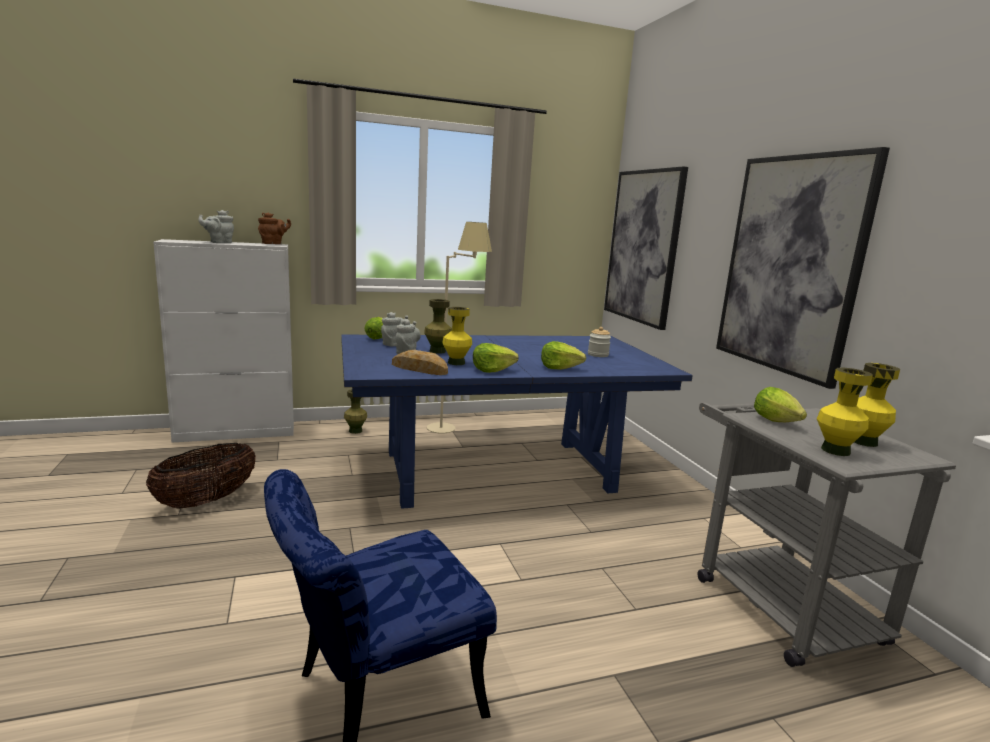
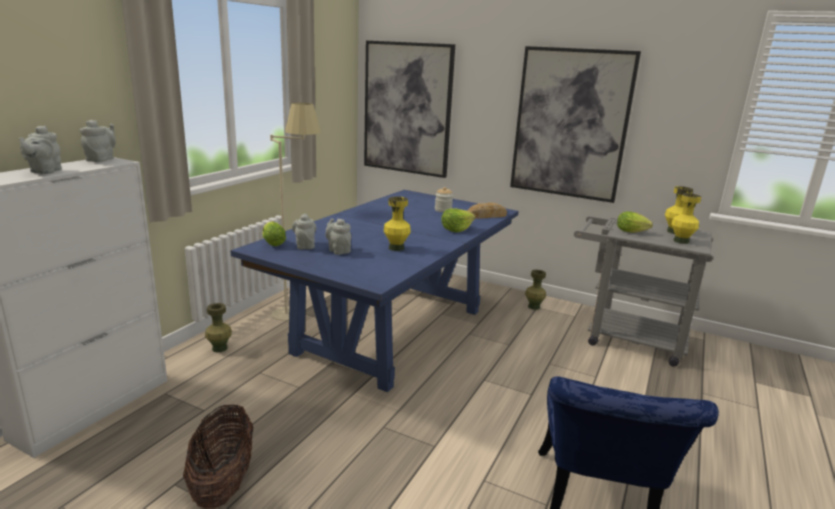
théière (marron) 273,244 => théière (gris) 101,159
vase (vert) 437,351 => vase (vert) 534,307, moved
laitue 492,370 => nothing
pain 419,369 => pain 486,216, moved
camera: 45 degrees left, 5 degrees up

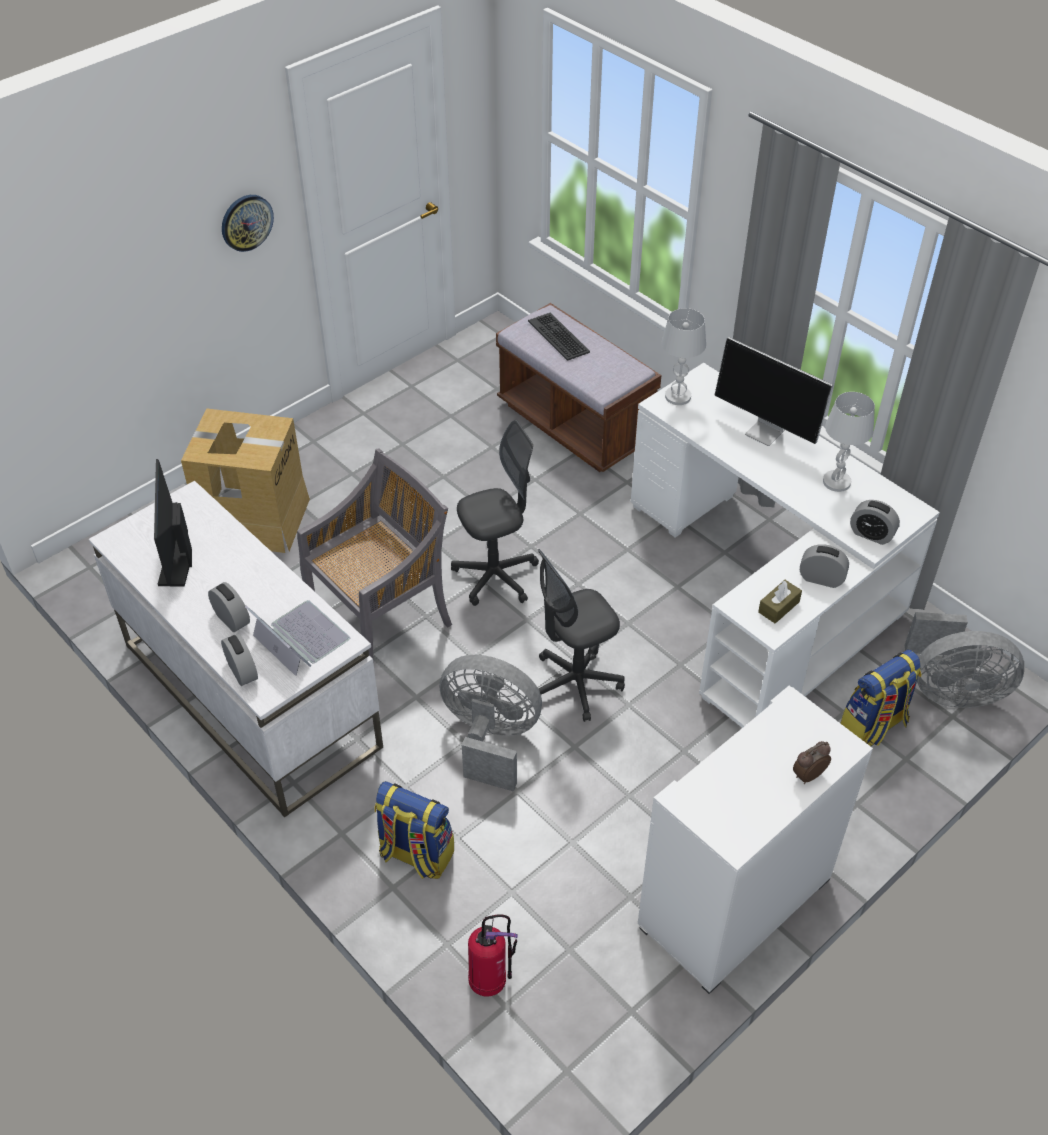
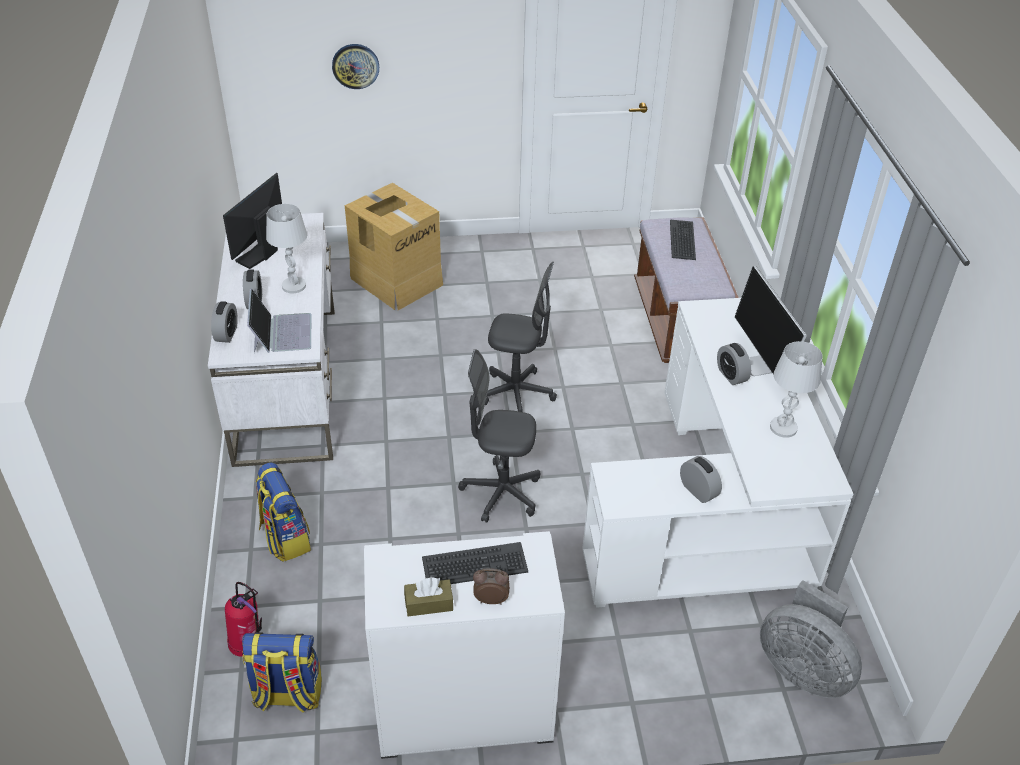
horloge murale 246,222 => horloge murale 355,66, moved
lampe de table (blanc) 678,396 => lampe de table (blanc) 294,286, moved
chaise (gris) 382,618 => nothing
réveil 871,534 => réveil 731,375, moved
boîte à mouchoirs (marron) 778,607 => boîte à mouchoirs (marron) 429,603, moved
sac à dos 874,725 => sac à dos 287,695, moved
ventilateur (gris) 490,739 => nothing
nothing => clavier 475,566
camera: 35 degrees right, 5 degrees down

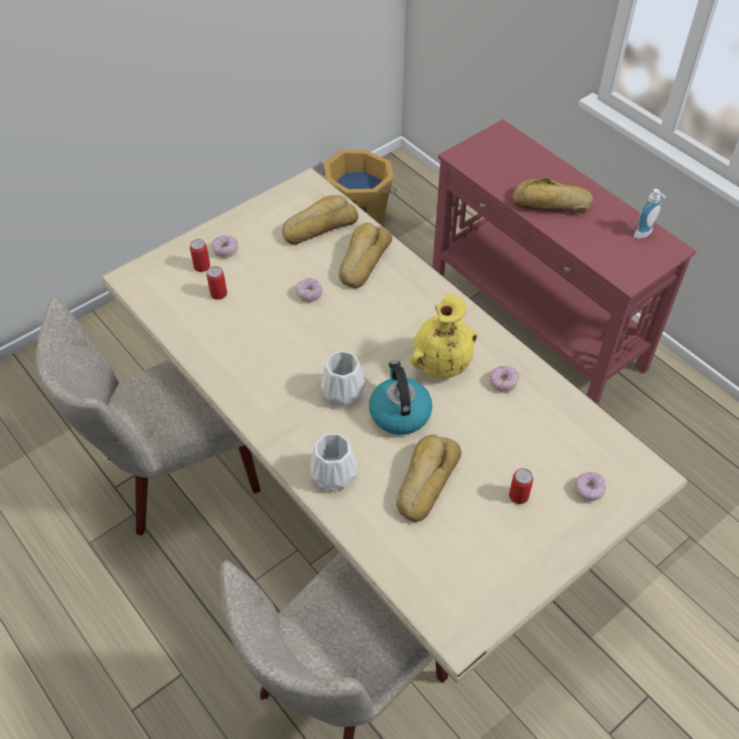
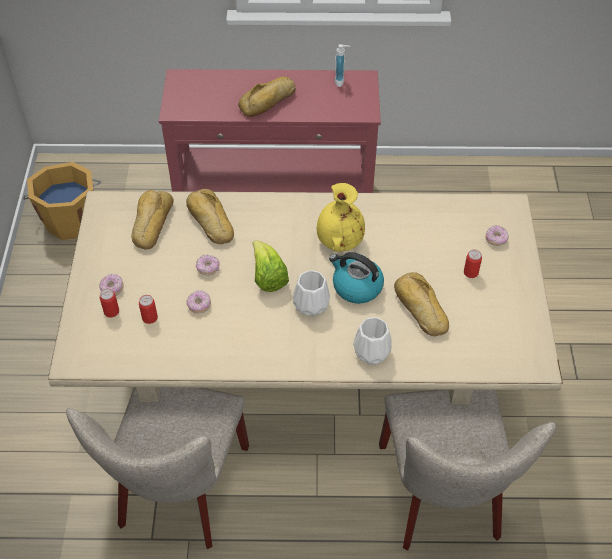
beignet 503,383 => beignet 199,305, moved
nothing => laitue 268,277
camera: 50 degrees left, 0 degrees up

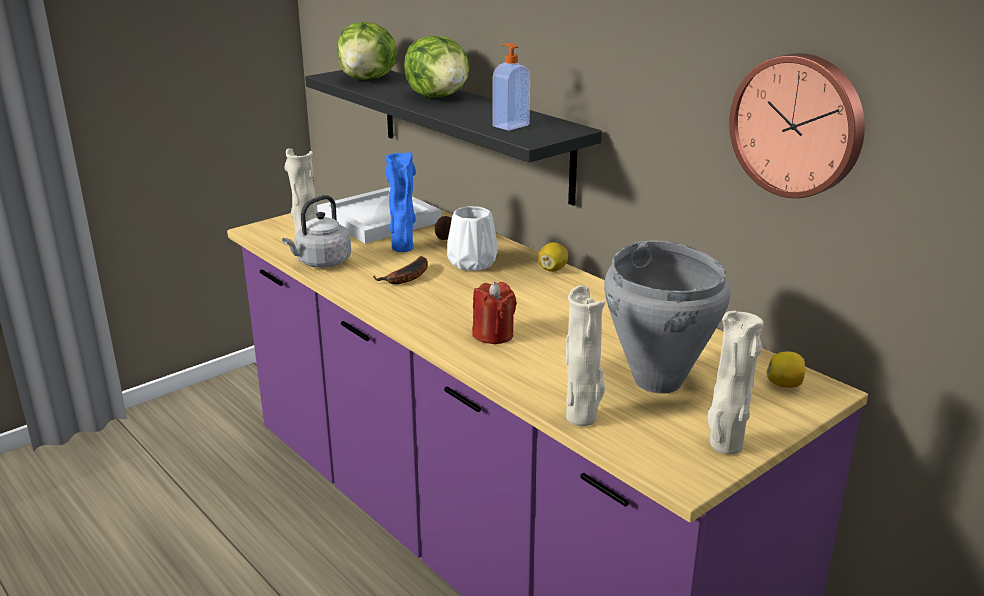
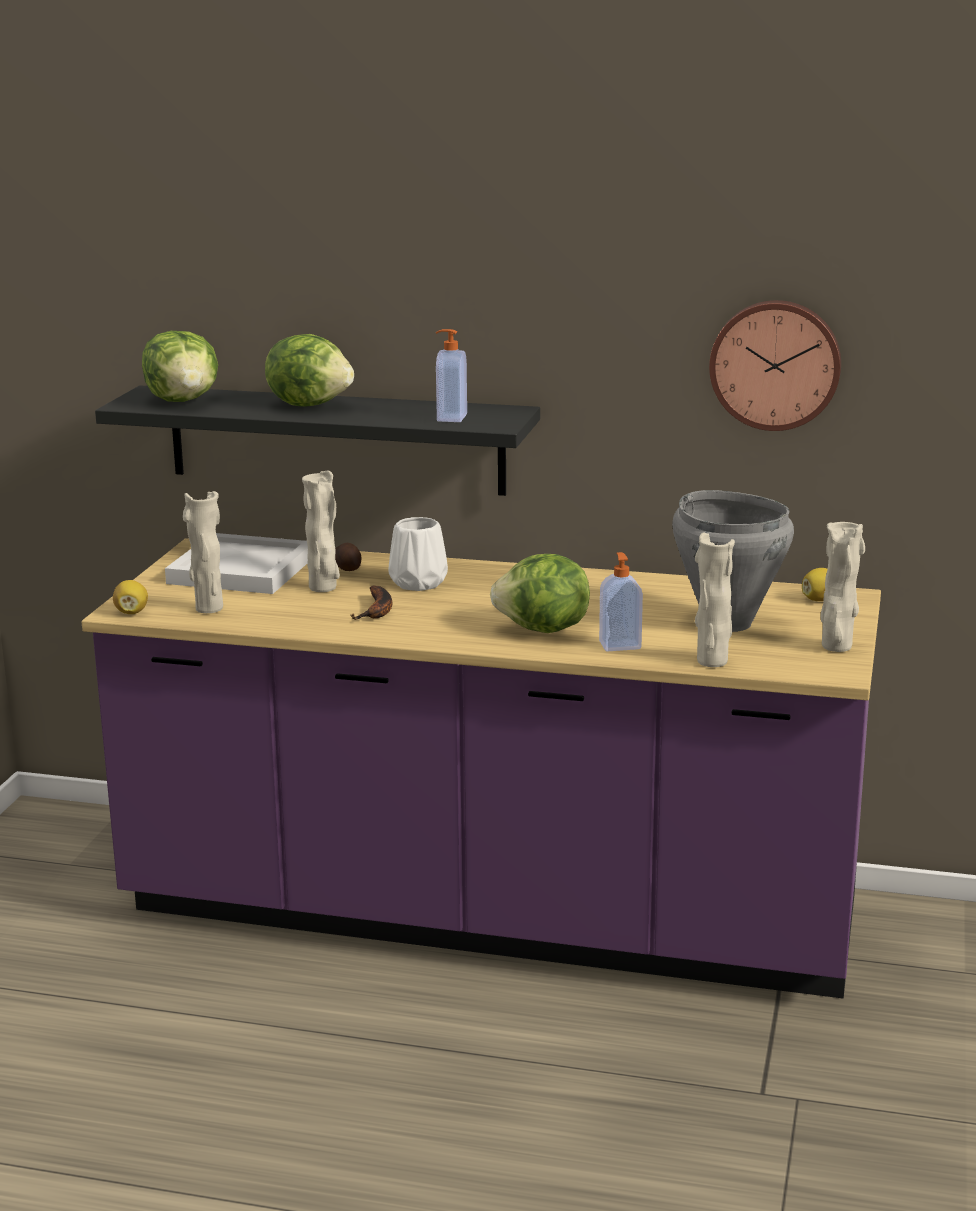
vase (bleu) 403,249 => vase (beige) 324,588
bouilloire (gris) 321,263 => nothing
citron 552,269 => citron 131,612, moved
bougie (rouge) 493,335 => laitue 543,630
nothing => distributeur de savon 619,645
camera: 35 degrees left, 5 degrees down

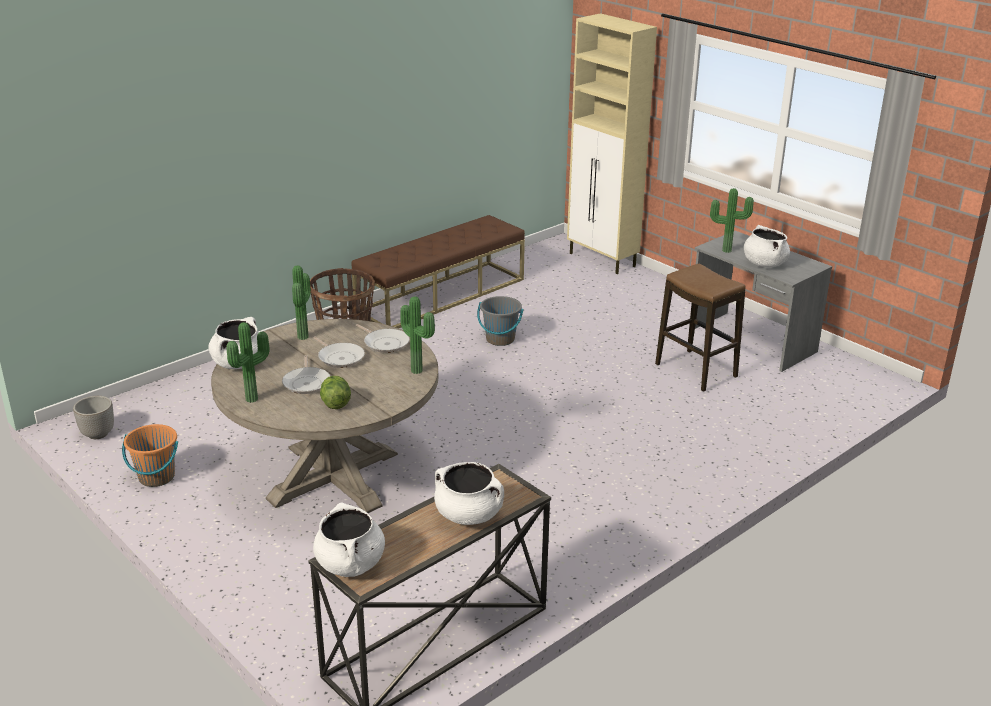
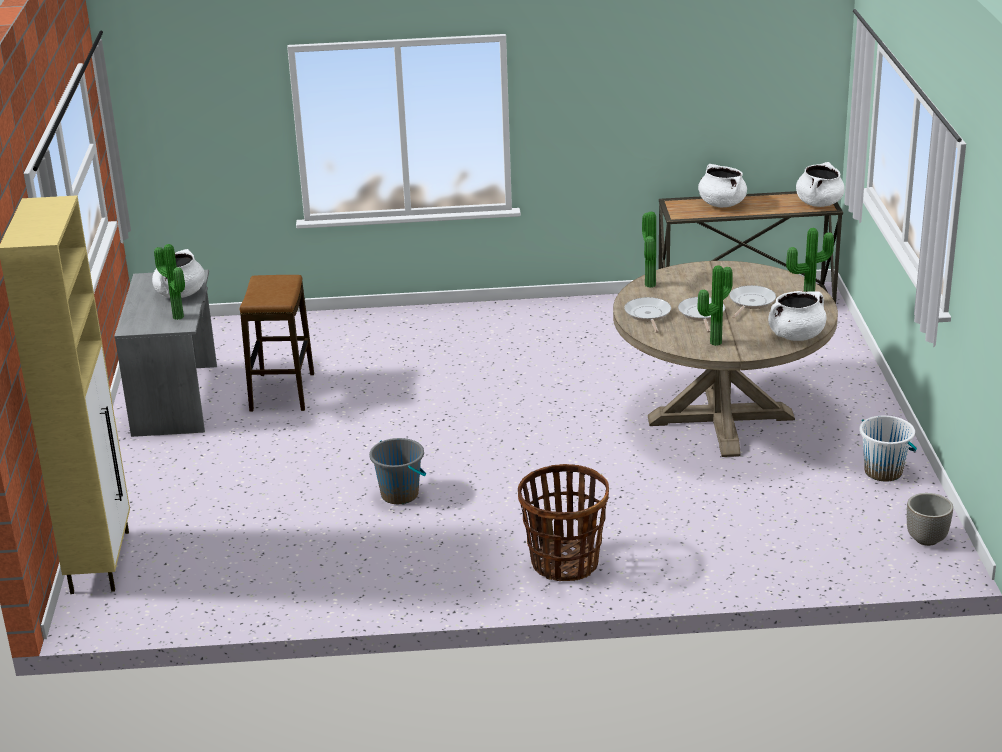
banc (marron) 441,295 => nothing
laitue 335,404 => nothing
seau (orange) 156,477 => seau (blanc) 883,472
camera: 140 degrees left, 0 degrees up

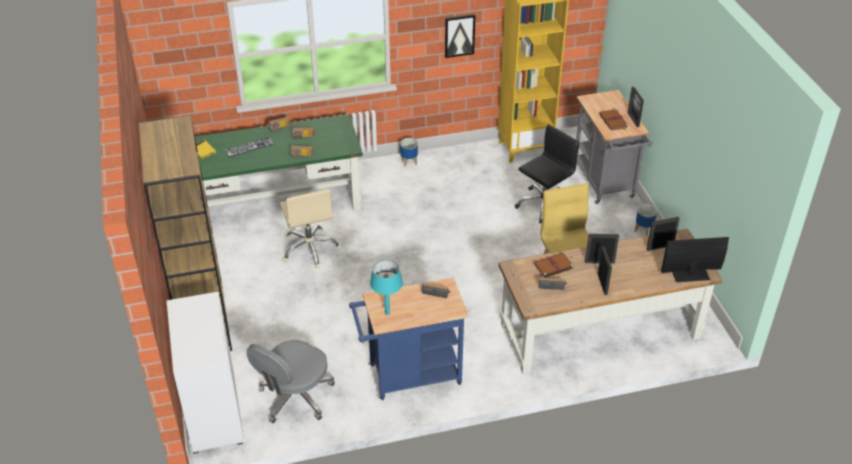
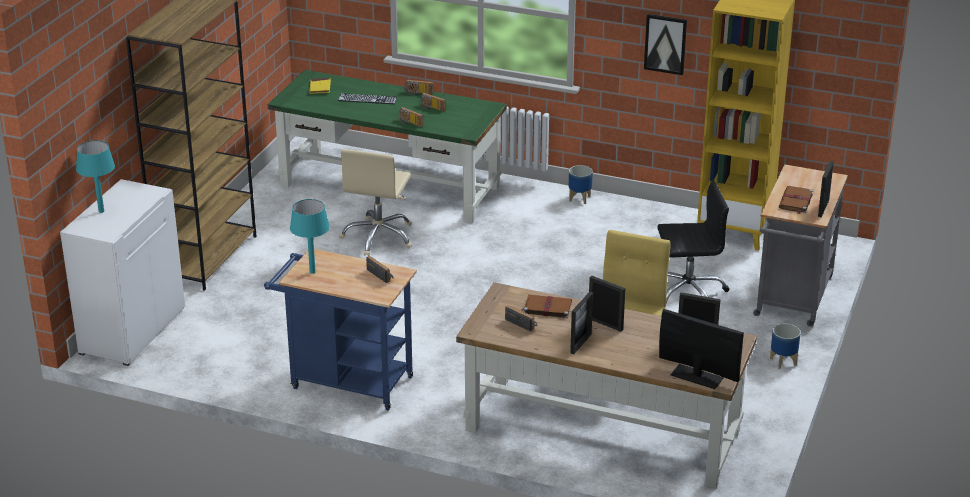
chaise de bureau (gris) 295,397 => nothing
nothing => lampe de table (turquoise) 101,211
camera: 35 degrees right, 10 degrees down

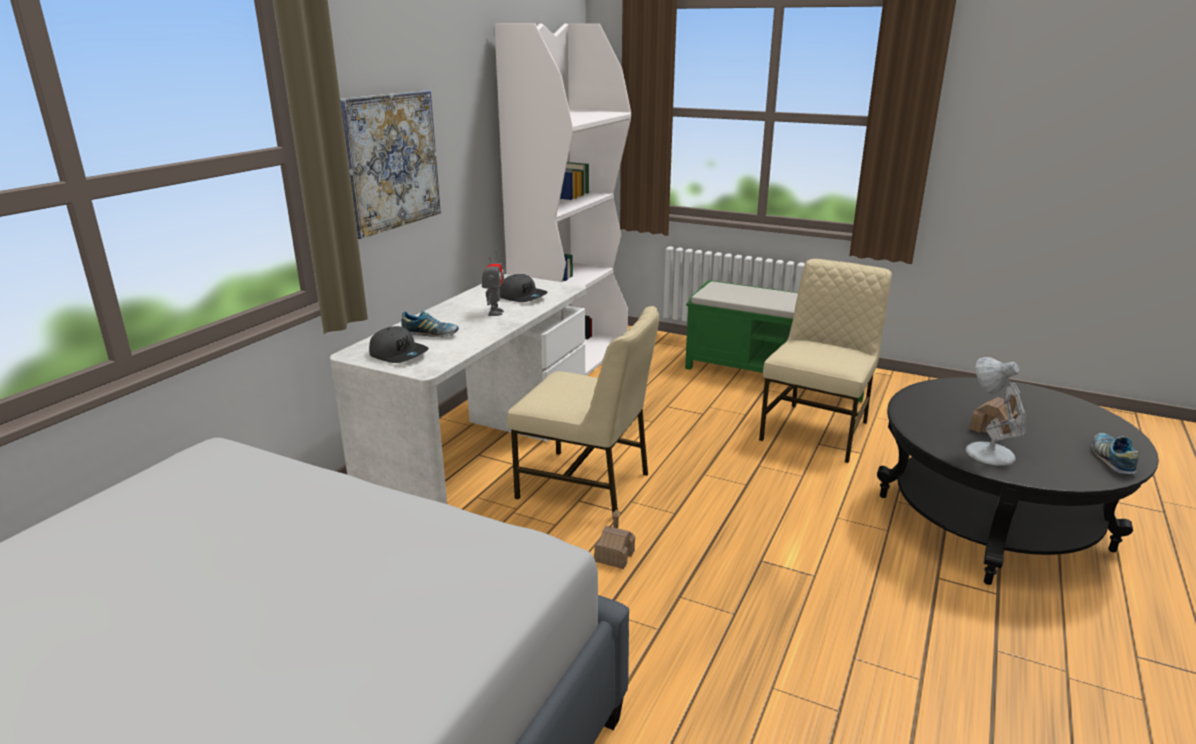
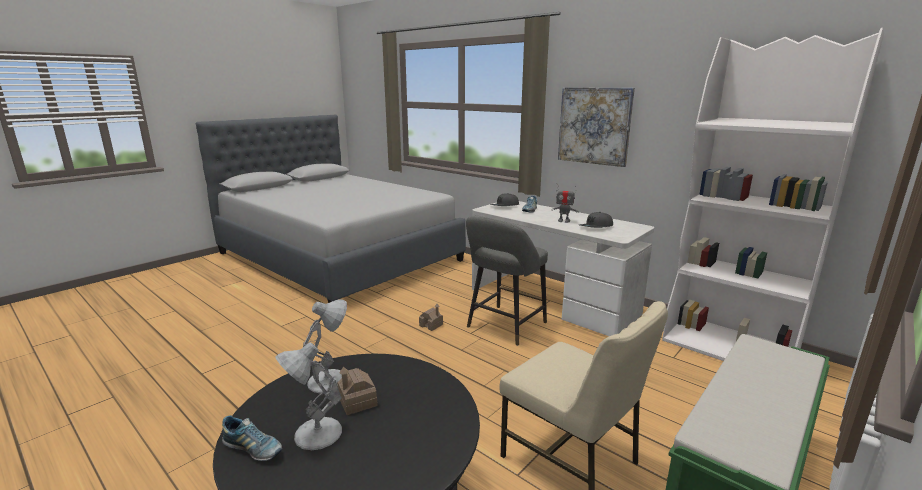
chaise (beige) 586,485 => tabouret (gris) 504,326
nothing => lampe de table (blanc) 315,434
camera: 105 degrees right, 5 degrees down

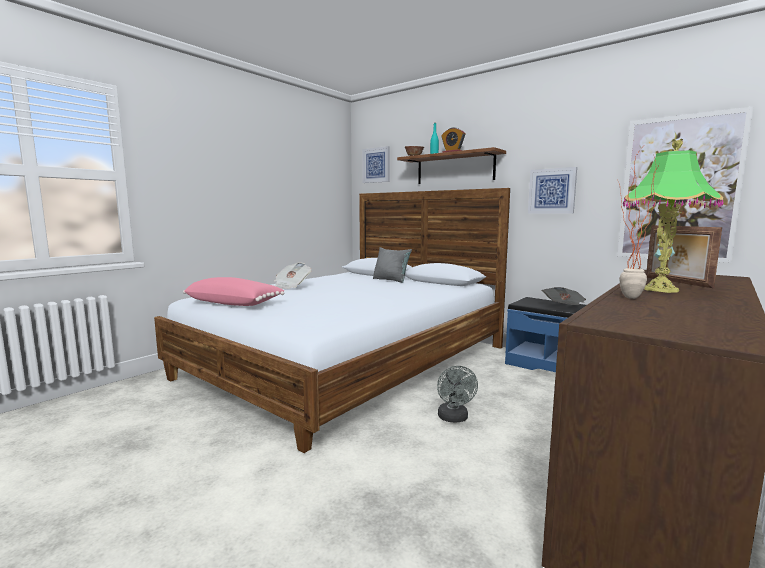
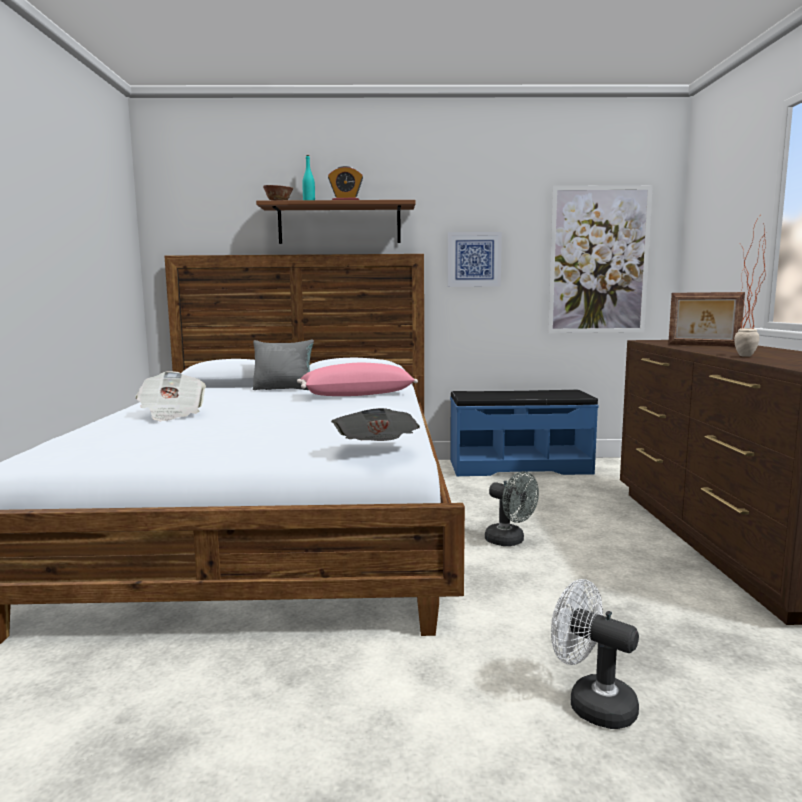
lampe de table 660,289 => nothing
tableau 376,165 => nothing
coussin (rose) 235,303 => coussin (rose) 356,395, moved
journal 563,307 => journal 377,450, moved
nothing => ventilateur (blanc) 592,703
camera: 40 degrees left, 0 degrees up

